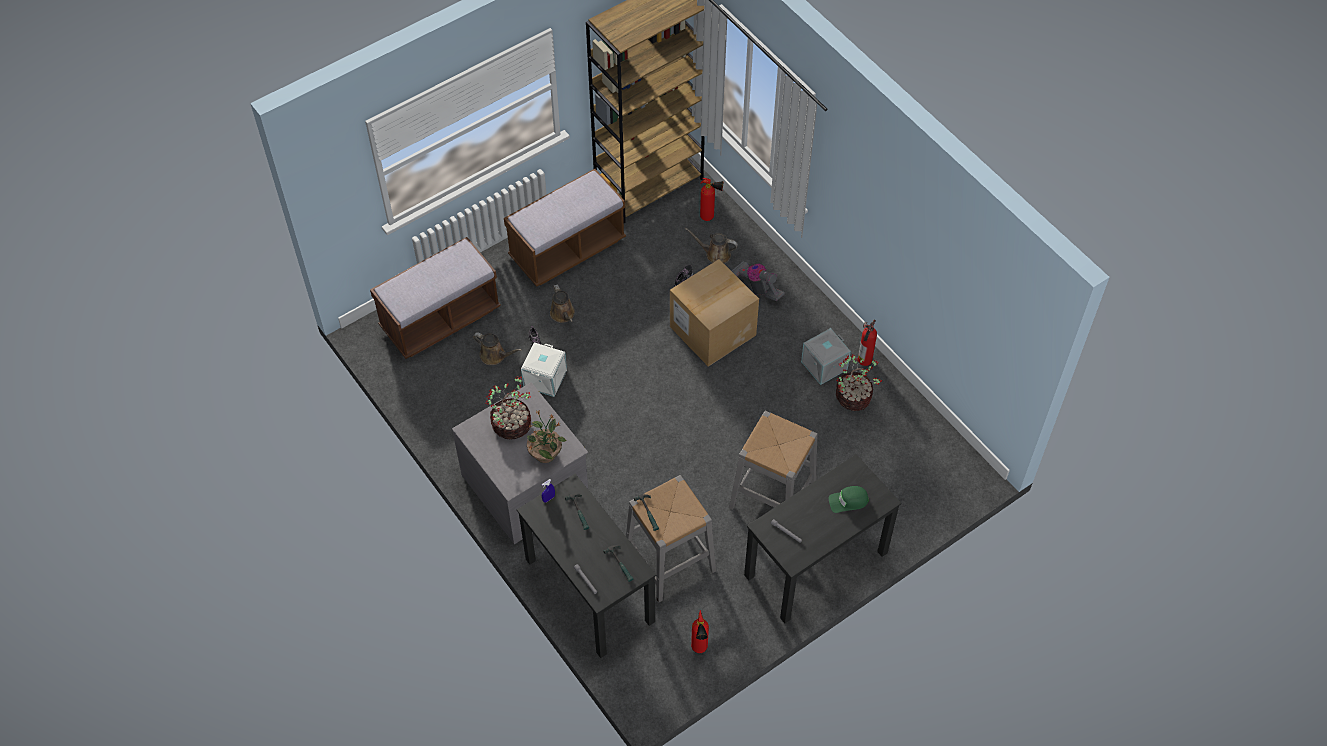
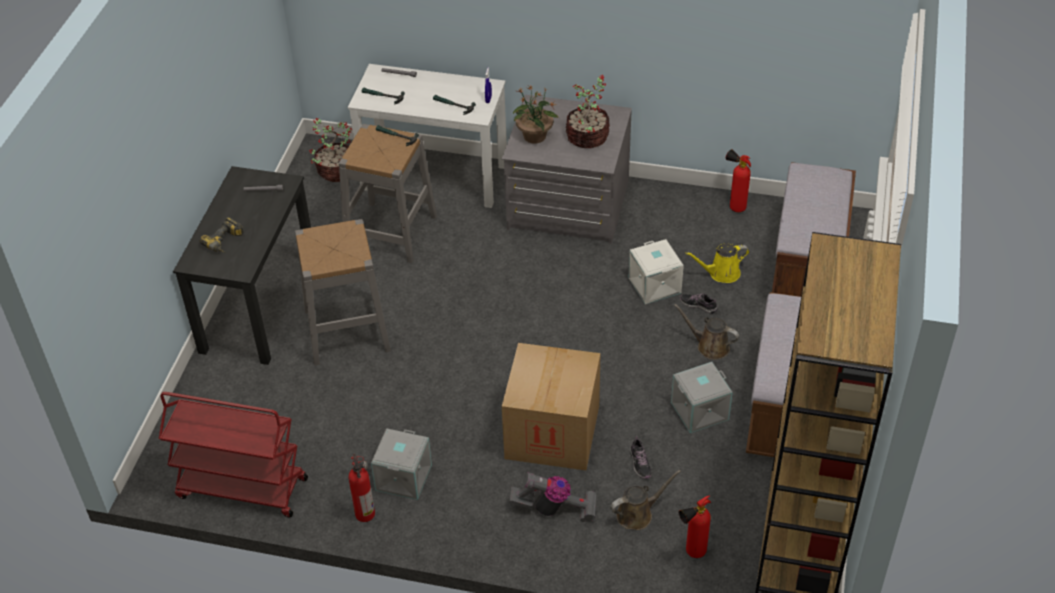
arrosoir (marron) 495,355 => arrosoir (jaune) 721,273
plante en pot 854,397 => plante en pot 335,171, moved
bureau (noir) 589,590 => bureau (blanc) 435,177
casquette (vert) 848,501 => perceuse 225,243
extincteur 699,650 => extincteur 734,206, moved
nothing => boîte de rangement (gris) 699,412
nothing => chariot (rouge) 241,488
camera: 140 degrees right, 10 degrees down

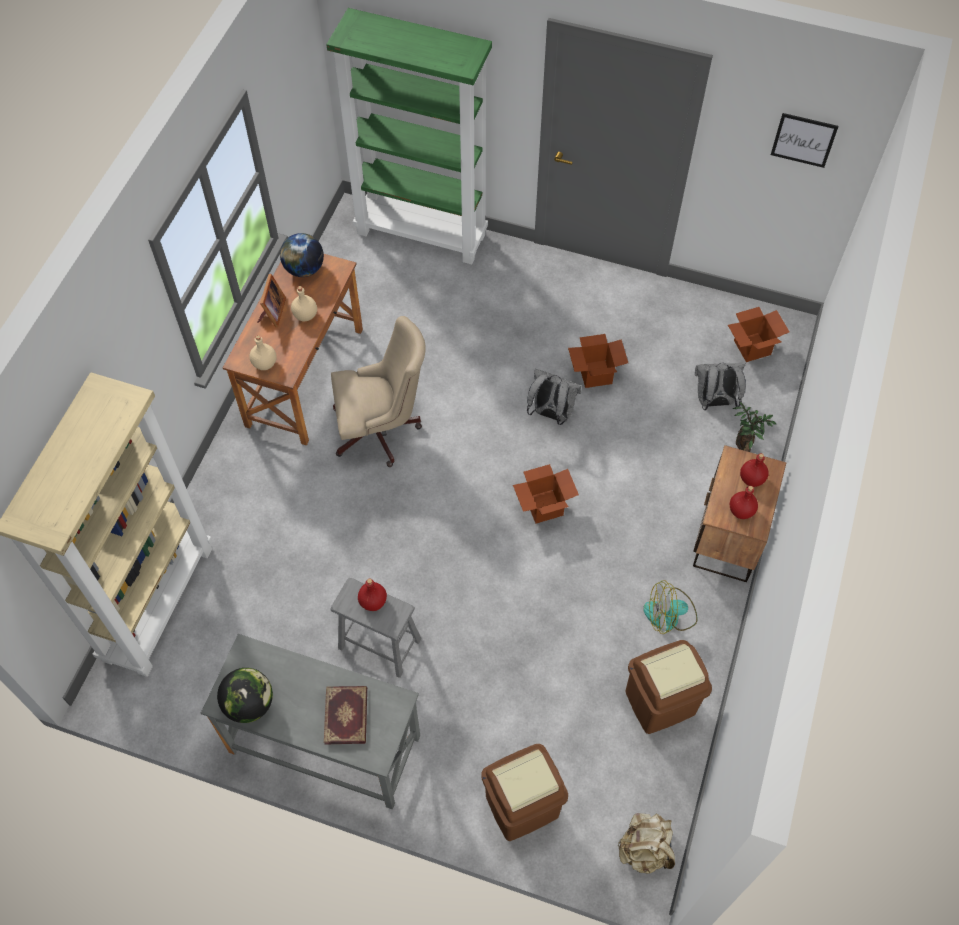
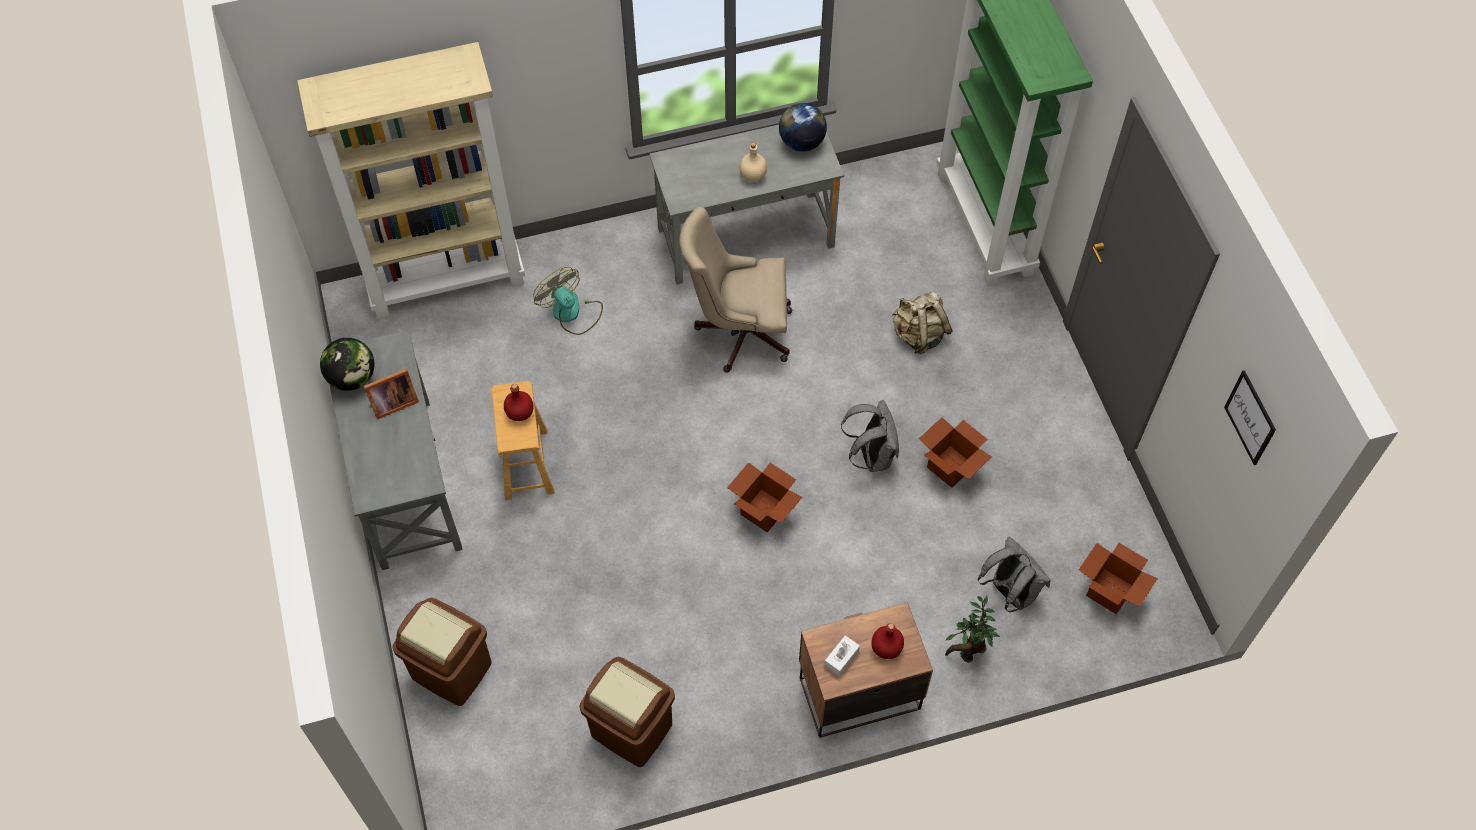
bureau (marron) 304,377 => bureau (gris) 745,237
cadre photo 272,313 => cadre photo 392,403, moved
chaise de bureau (beige) 381,431 => chaise de bureau (beige) 738,331, 135 degrees clockwise
bouteille (beige) 265,364 => nothing
bouteille (rouge) 741,511 => boîte à mouchoirs (blanc) 841,658
tabouret (gris) 379,643 => tabouret (marron) 526,464
ventilateur 670,615 => ventilateur 571,313, moved
livre 347,716 => nothing
sac à dos (beige) 645,848 => sac à dos (beige) 919,335, moved
camera: 55 degrees right, 0 degrees up

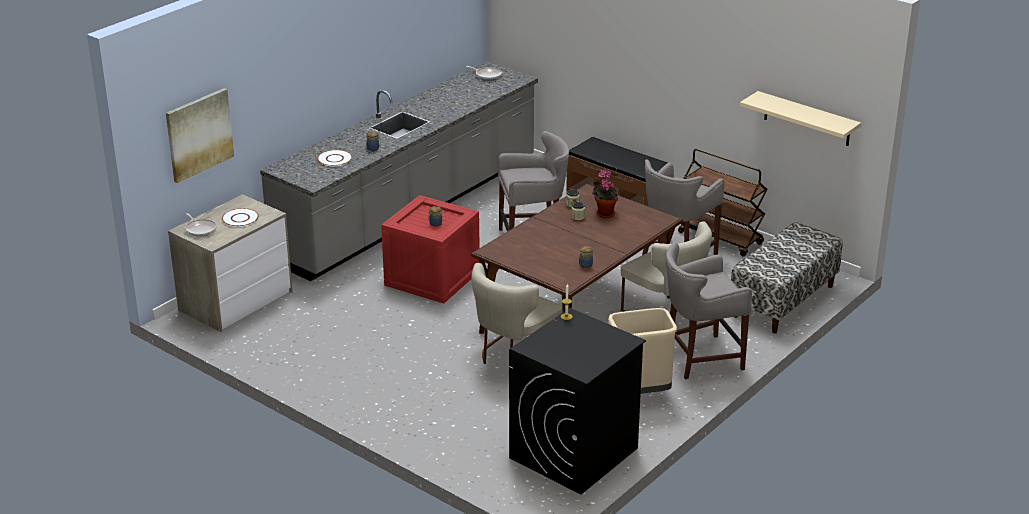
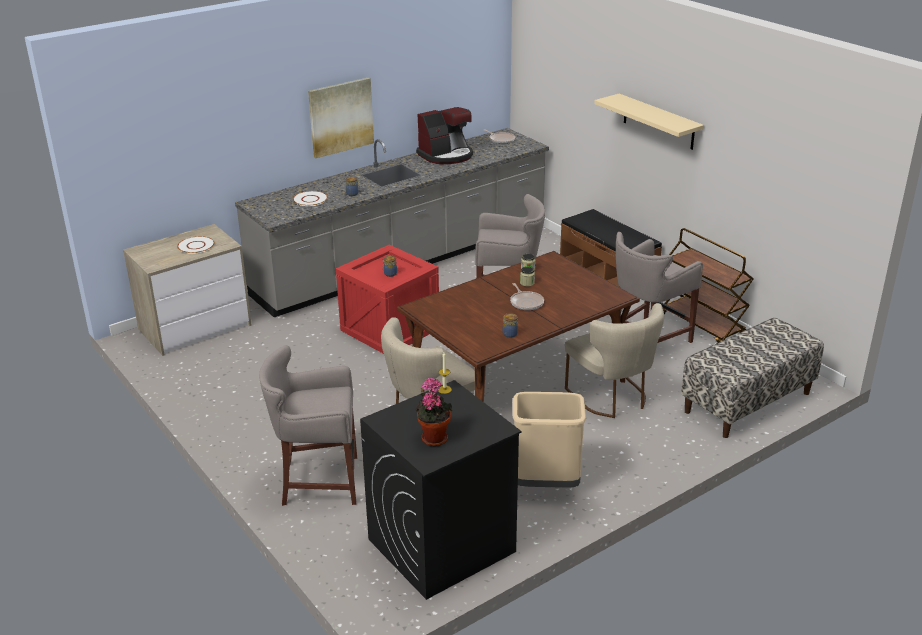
tableau 199,134 => tableau 341,117, moved
étagère (beige) 807,119 => étagère (beige) 658,122, moved
plante en pot 604,213 => plante en pot 433,437, moved
poêle 200,229 => poêle 526,302, moved
tabouret (gris) 699,358 => tabouret (gris) 317,481, moved
nothing => machine à café 446,155
camera: 15 degrees right, 0 degrees up

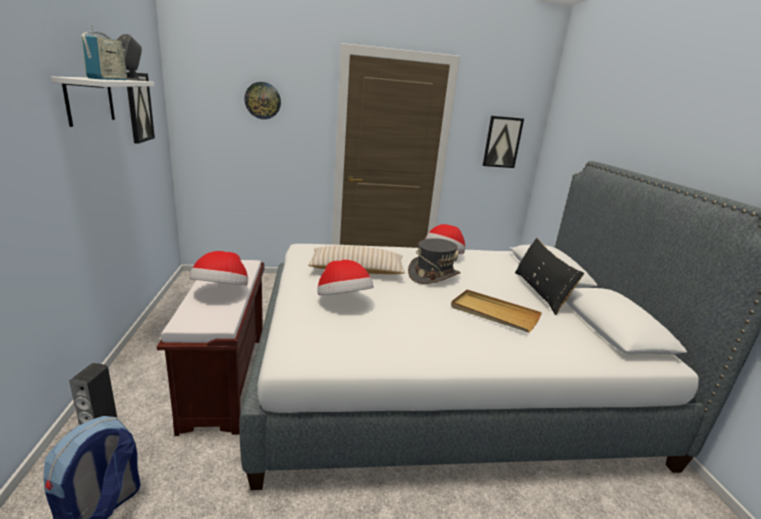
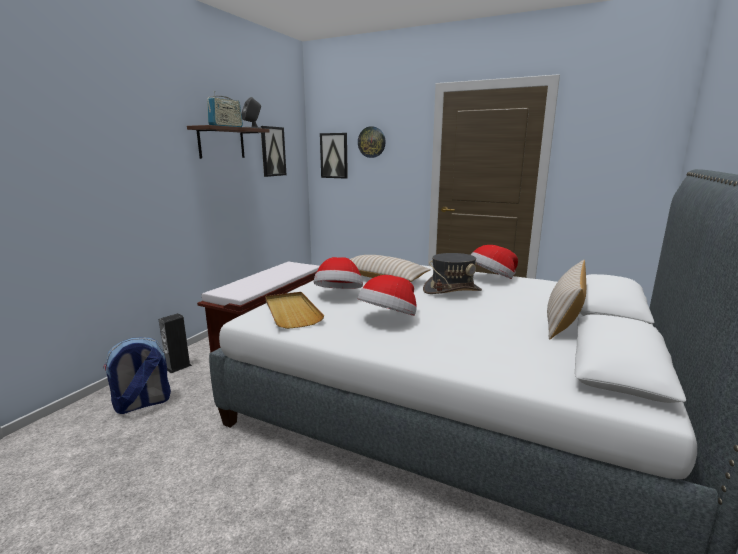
étagère (blanc) 90,100 => étagère (marron) 221,143
tableau 502,142 => tableau 334,155, moved
coussin (noir) 539,292 => coussin (beige) 563,319
chapeau 221,292 => chapeau 388,319, moved
plateau (beige) 494,313 => plateau (beige) 291,312, moved
camera: 35 degrees right, 5 degrees down

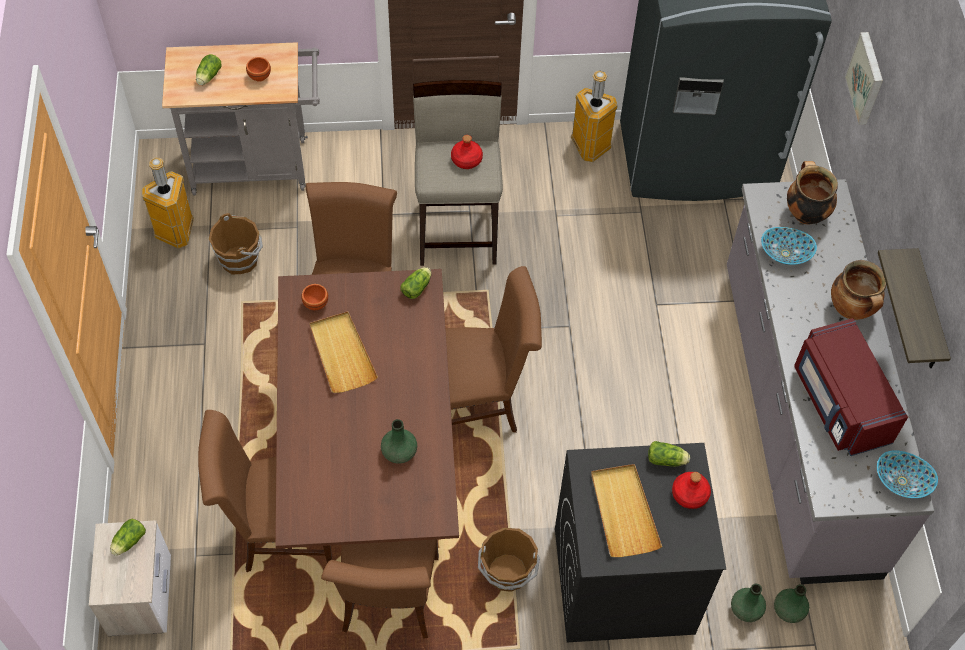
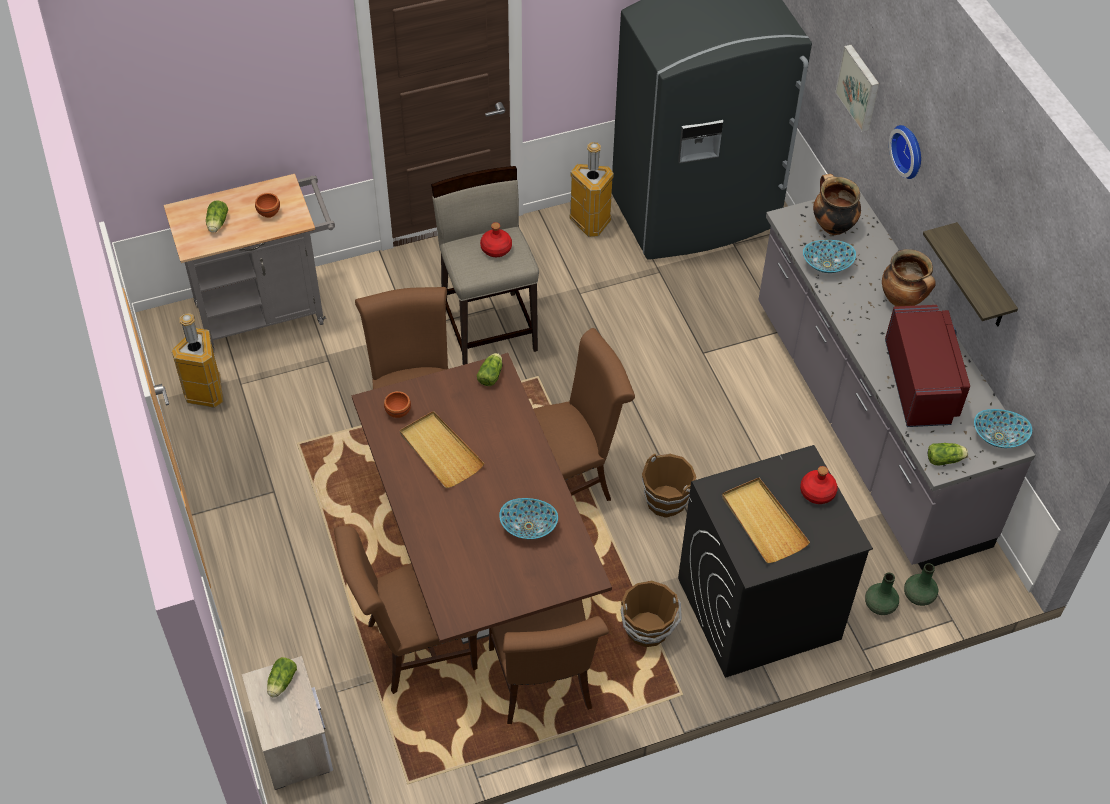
seau (marron) 240,259 => seau (marron) 667,499, moved
micro-ondes (rouge) 839,403 => micro-ondes (rouge) 921,383, 150 degrees counterclockwise
vase (vert) 399,452 => bol 528,527
laitue 667,460 => laitue 946,459, moved
nothing => horloge murale 909,150
camera: 15 degrees left, 5 degrees down

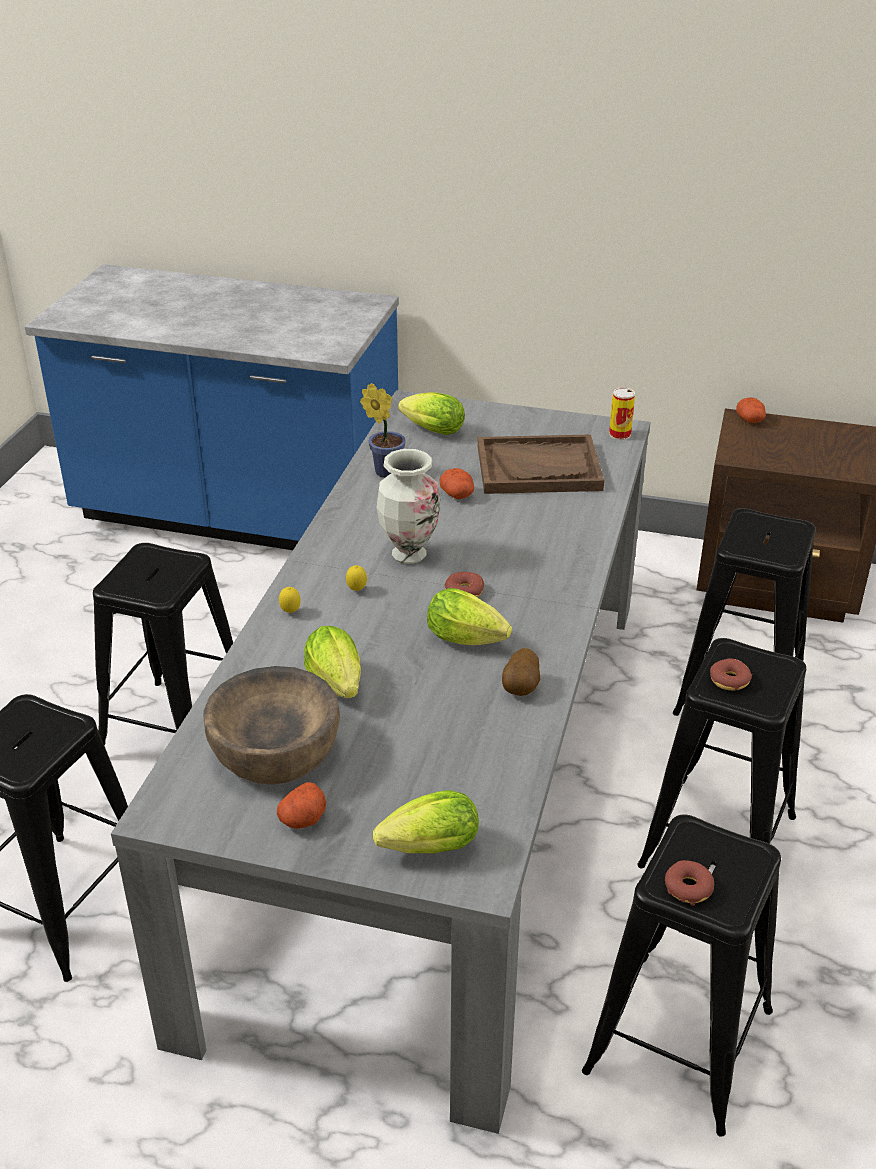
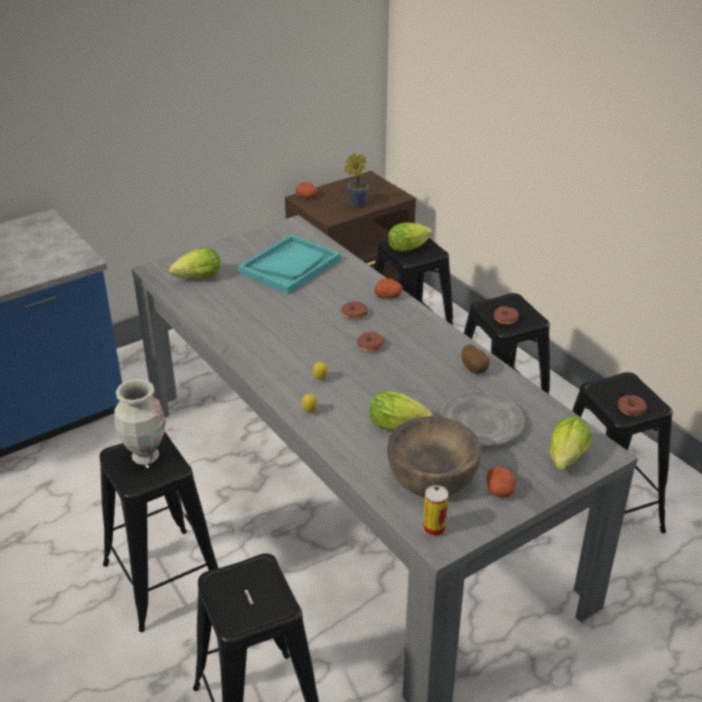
plante en pot 384,471 => plante en pot 356,204, moved
boîte métallique 620,434 => boîte métallique 434,529, moved
plateau (marron) 539,468 => plateau (turquoise) 290,266
vase 409,555 => vase 145,456, moved
pomme de terre 458,495 => pomme de terre 388,296, moved
laitue 470,641 => laitue 410,248, moved
nothing => beignet 354,314
nothing => assiette (gris) 481,423
camera: 50 degrees left, 0 degrees up

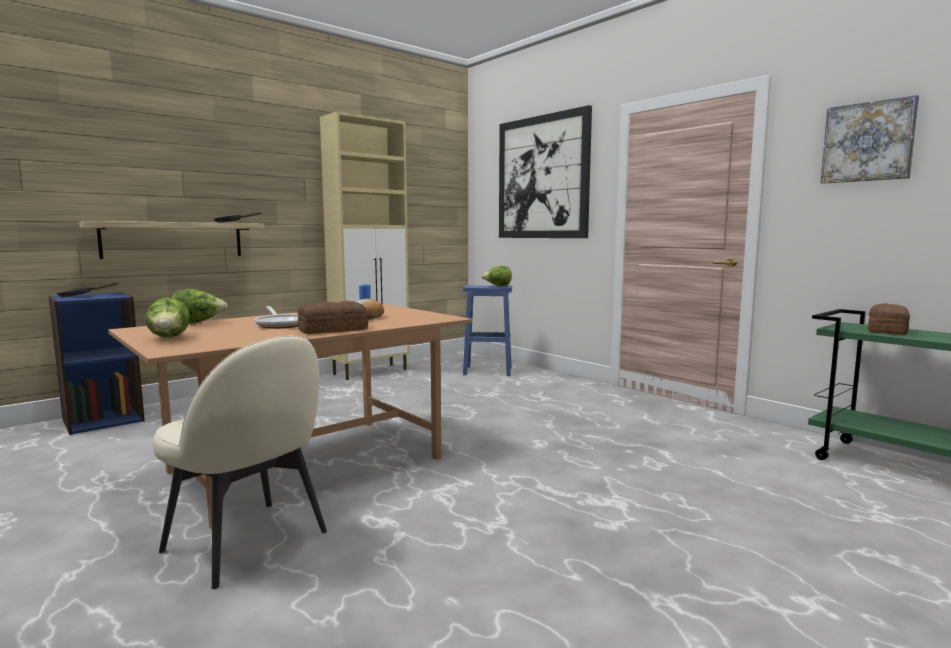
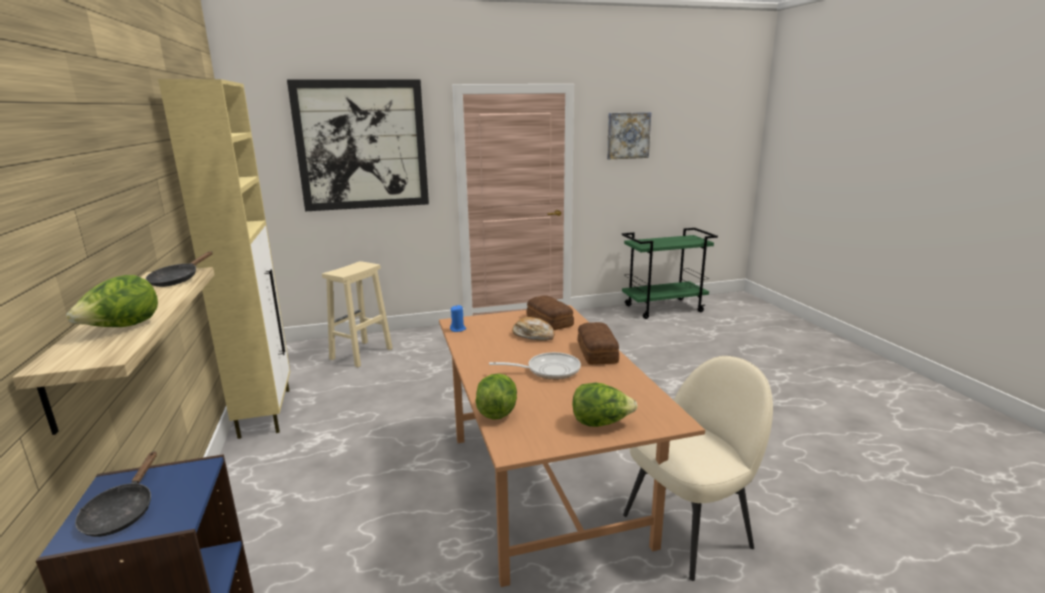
laitue 497,286 => laitue 122,328, moved
tabouret (bleu) 486,371 => tabouret (beige) 361,354
pain 886,330 => pain 549,321, moved
camera: 65 degrees left, 10 degrees up

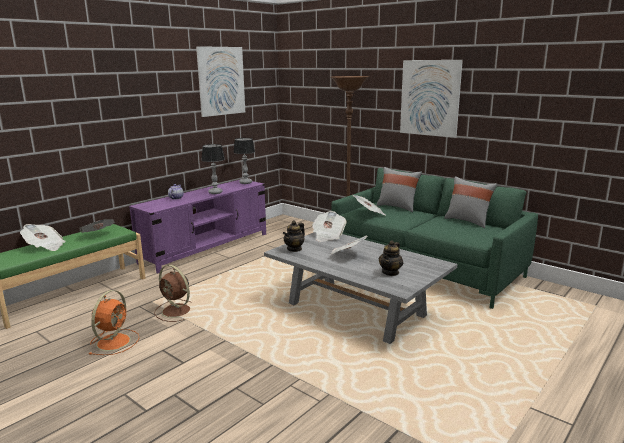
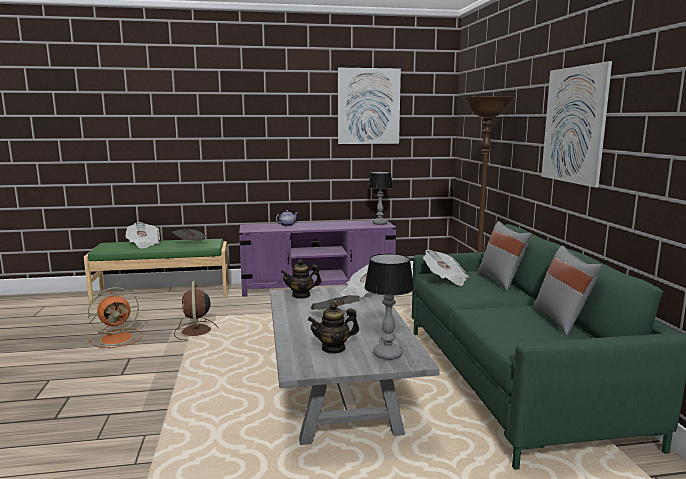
lampe de table 215,192 => lampe de table 387,354, moved
camera: 40 degrees right, 5 degrees down

